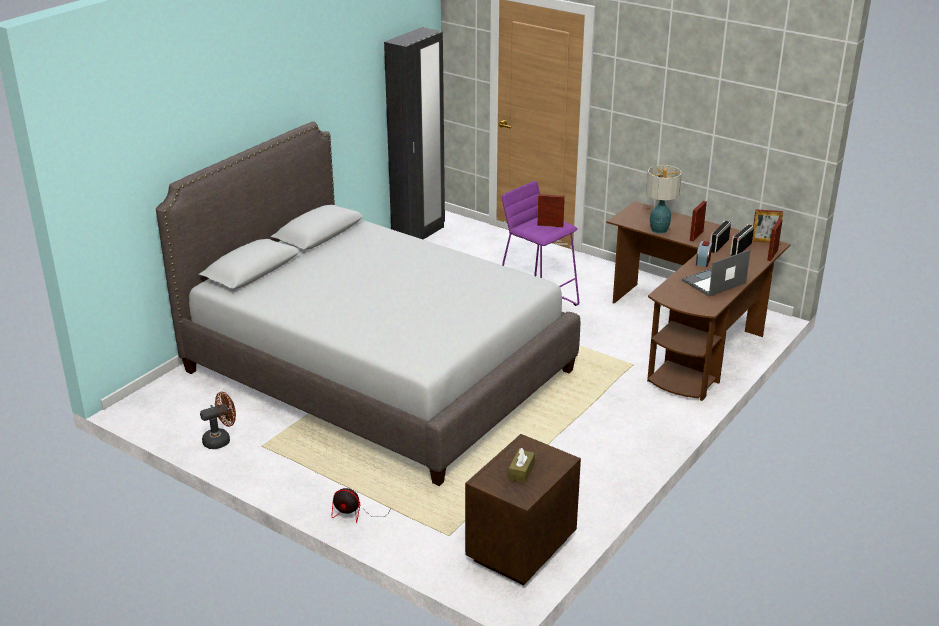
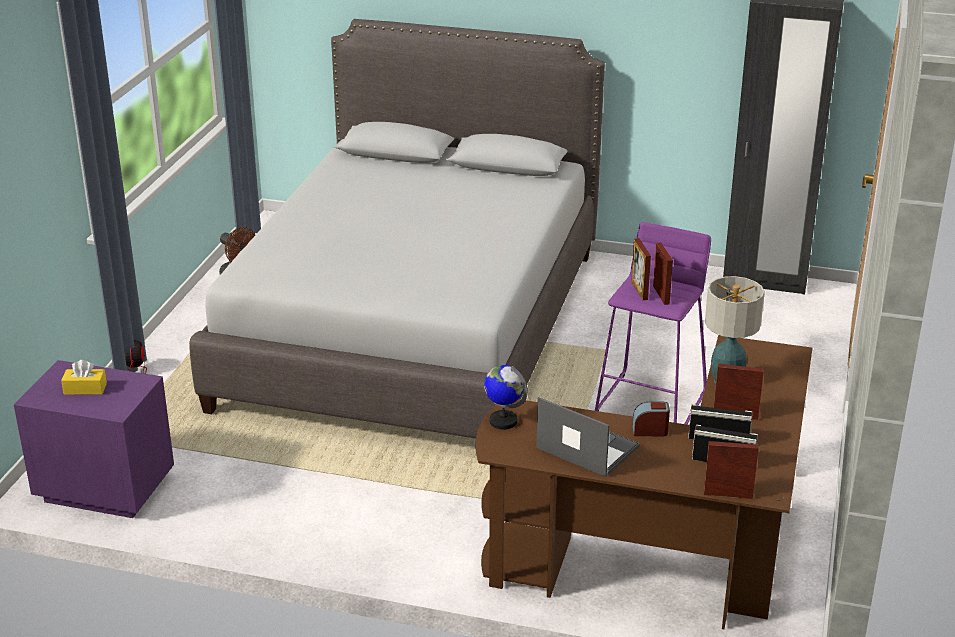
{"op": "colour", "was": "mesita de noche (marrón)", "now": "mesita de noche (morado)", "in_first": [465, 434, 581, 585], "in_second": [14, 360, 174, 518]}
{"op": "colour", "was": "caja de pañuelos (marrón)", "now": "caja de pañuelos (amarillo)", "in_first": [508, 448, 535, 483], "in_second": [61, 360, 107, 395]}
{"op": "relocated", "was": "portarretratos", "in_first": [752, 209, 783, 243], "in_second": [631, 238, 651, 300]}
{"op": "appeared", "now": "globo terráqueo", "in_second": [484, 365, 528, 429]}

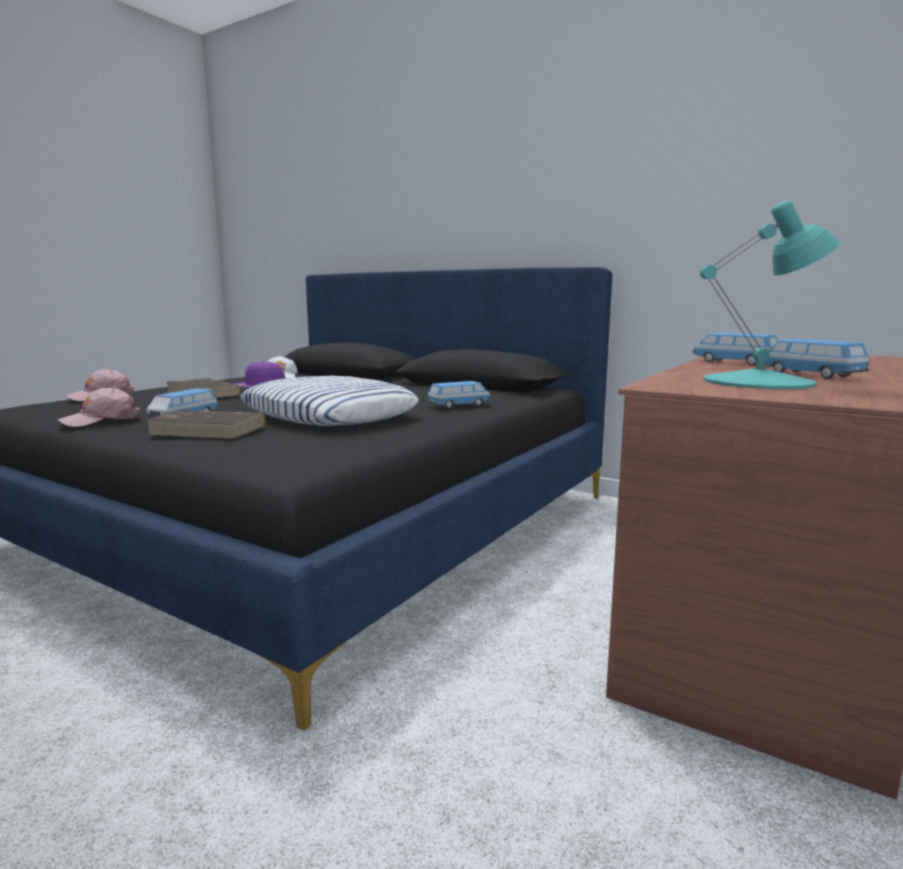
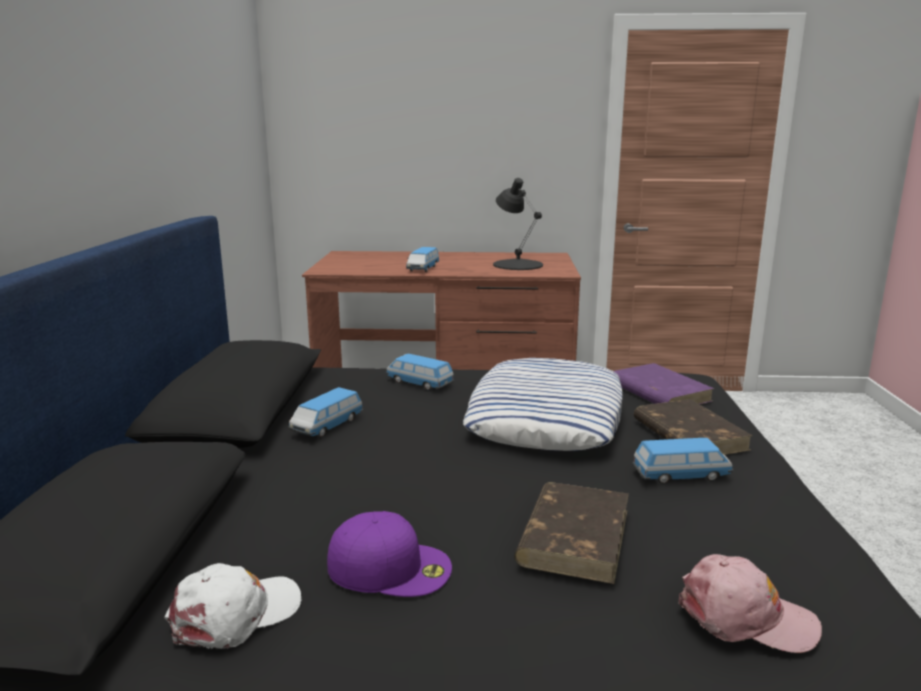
{"op": "missing", "was": "gorra (rosa)", "in_first": [58, 387, 140, 427]}
{"op": "colour", "was": "lámpara de mesa (turquesa)", "now": "lámpara de mesa (negro)", "in_first": [700, 200, 841, 389], "in_second": [493, 178, 543, 270]}
{"op": "relocated", "was": "coche de juguete", "in_first": [764, 339, 869, 379], "in_second": [288, 387, 363, 437]}
{"op": "appeared", "now": "libro (morado)", "in_second": [614, 363, 714, 404]}

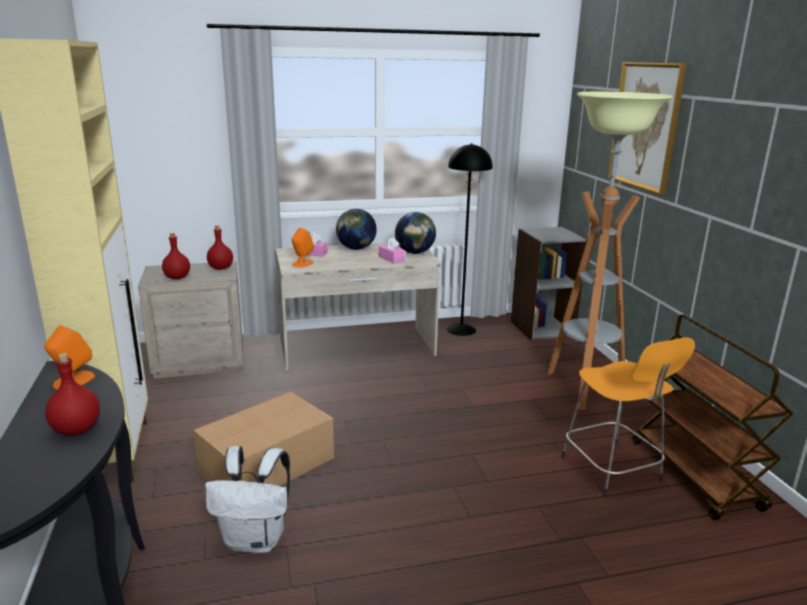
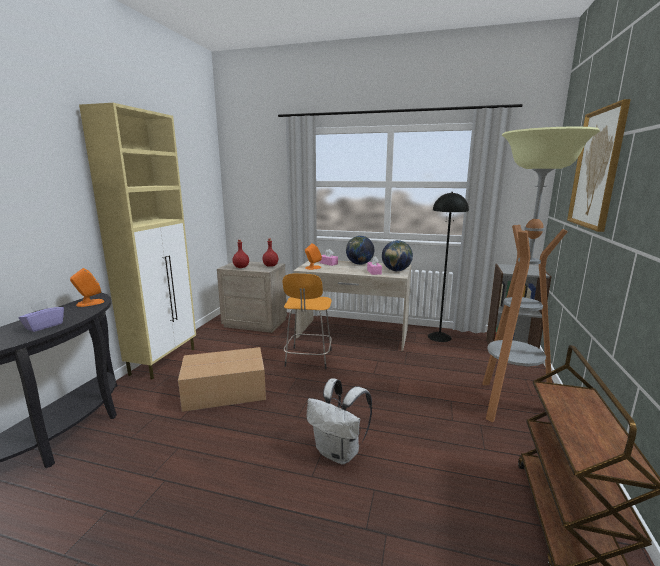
{"op": "exchanged", "was": "botella (rojo)", "now": "caja de pañuelos (morado)", "in_first": [45, 353, 100, 435], "in_second": [19, 300, 64, 332]}
{"op": "relocated", "was": "mochila (blanco)", "in_first": [205, 446, 290, 553], "in_second": [306, 378, 372, 465]}
{"op": "relocated", "was": "taburete (naranja)", "in_first": [561, 337, 695, 498], "in_second": [283, 273, 332, 369]}

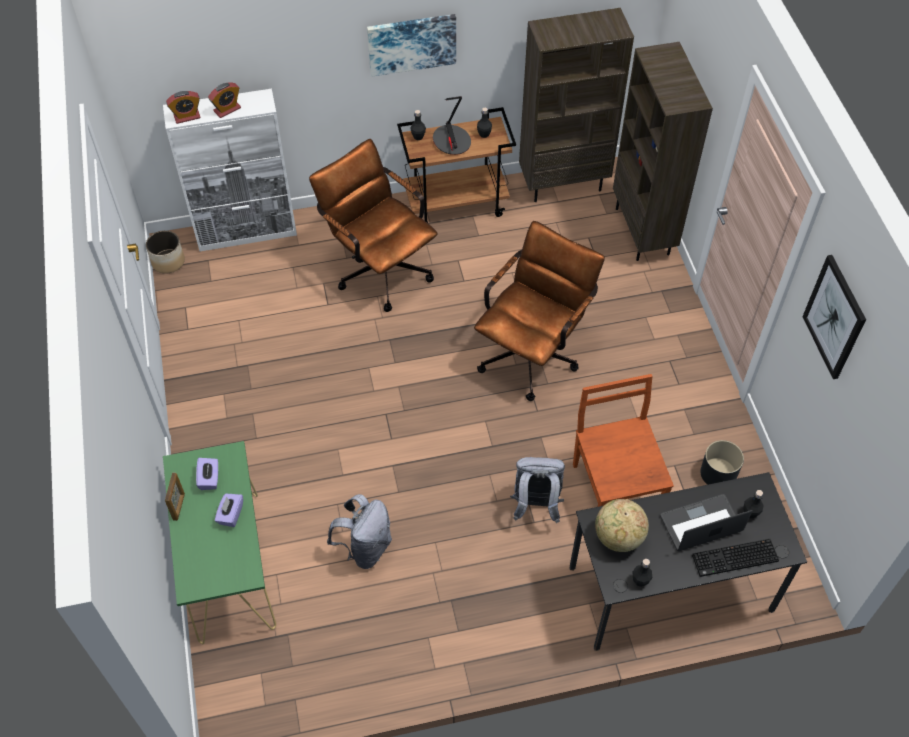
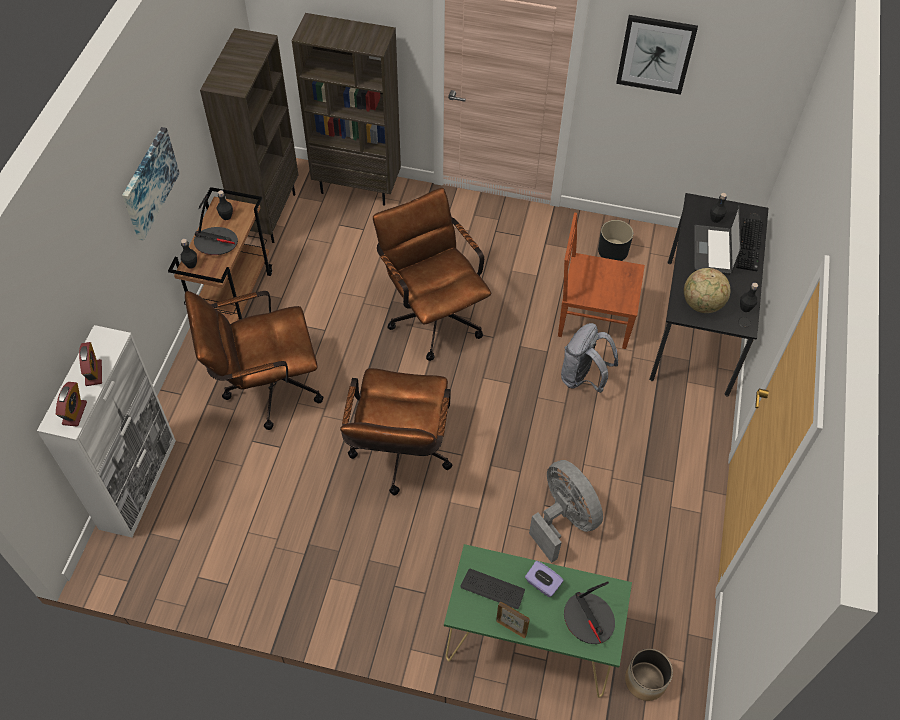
{"op": "relocated", "was": "maceta", "in_first": [146, 230, 185, 273], "in_second": [625, 649, 673, 701]}
{"op": "exchanged", "was": "caja de pañuelos (morado)", "now": "teclado", "in_first": [196, 458, 218, 490], "in_second": [460, 569, 525, 609]}
{"op": "exchanged", "was": "mochila (gris)", "now": "ventilador (gris)", "in_first": [327, 494, 392, 569], "in_second": [529, 460, 603, 563]}
{"op": "appeared", "now": "silla de oficina (marrón)", "in_second": [340, 368, 452, 495]}
{"op": "appeared", "now": "lámpara de mesa", "in_second": [564, 582, 615, 644]}

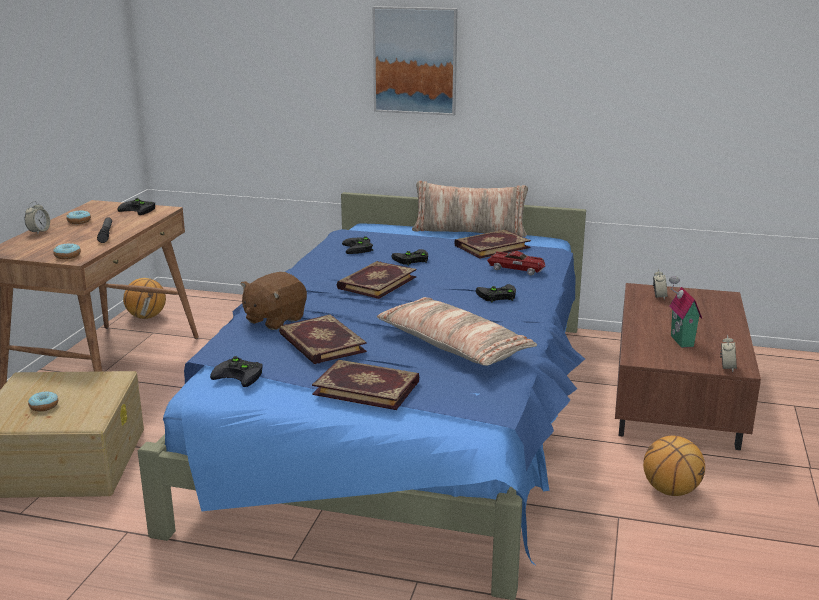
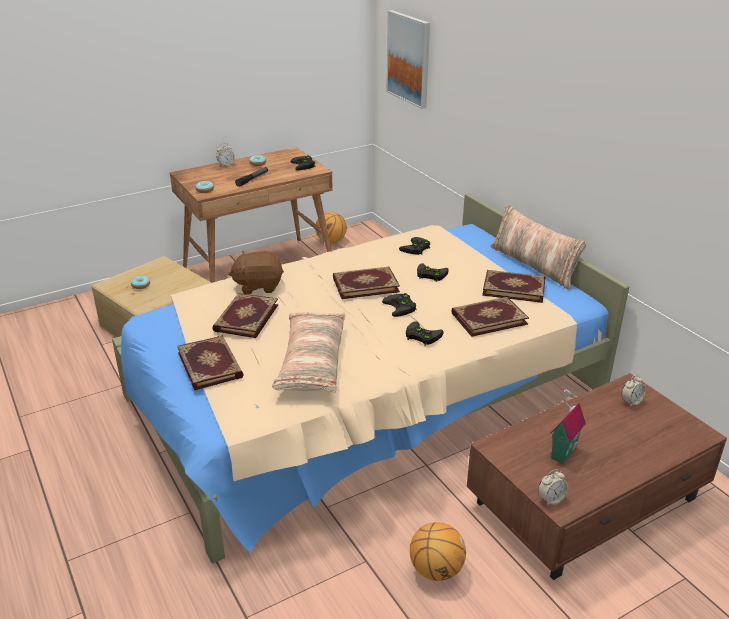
{"op": "colour", "was": "cama (azul)", "now": "cama (beis)", "in_first": [137, 192, 586, 600], "in_second": [112, 193, 629, 564]}
{"op": "relocated", "was": "mando de consola (negro)", "in_first": [210, 356, 263, 387], "in_second": [382, 293, 416, 317]}
{"op": "relocated", "was": "cuadro", "in_first": [373, 6, 458, 116], "in_second": [386, 10, 430, 109]}
{"op": "exchanged", "was": "coche de juguete", "now": "libro", "in_first": [487, 251, 546, 276], "in_second": [451, 297, 529, 337]}

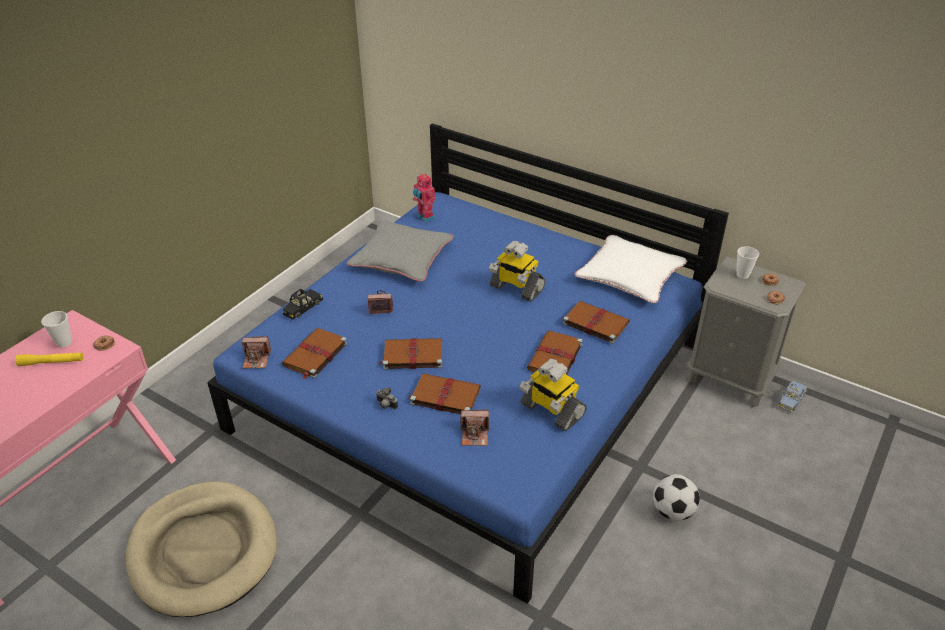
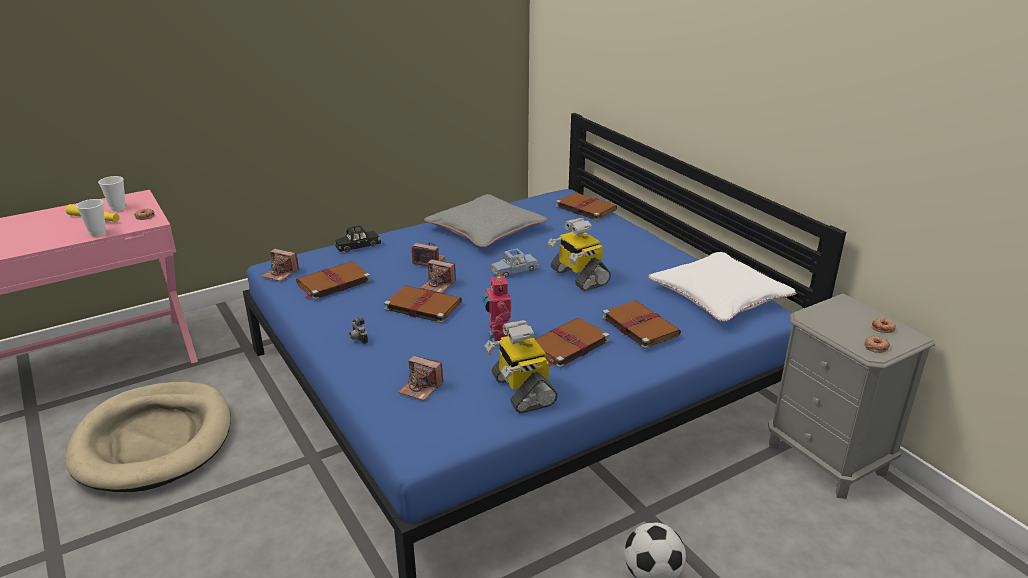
{"op": "relocated", "was": "libro (marrón)", "in_first": [408, 373, 481, 414], "in_second": [556, 193, 617, 221]}
{"op": "relocated", "was": "robot de juguete", "in_first": [413, 173, 436, 222], "in_second": [482, 273, 511, 346]}
{"op": "relocated", "was": "taza", "in_first": [736, 246, 759, 279], "in_second": [76, 199, 106, 237]}
{"op": "relocated", "was": "coche de juguete (azul)", "in_first": [778, 381, 807, 413], "in_second": [491, 248, 539, 278]}
{"op": "appeared", "now": "cámara", "in_second": [420, 259, 456, 293]}

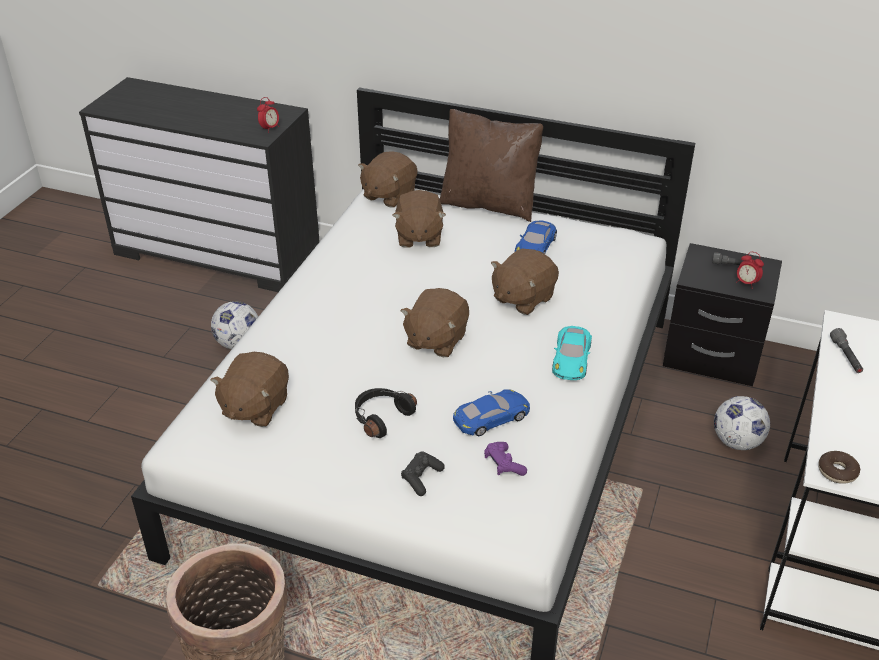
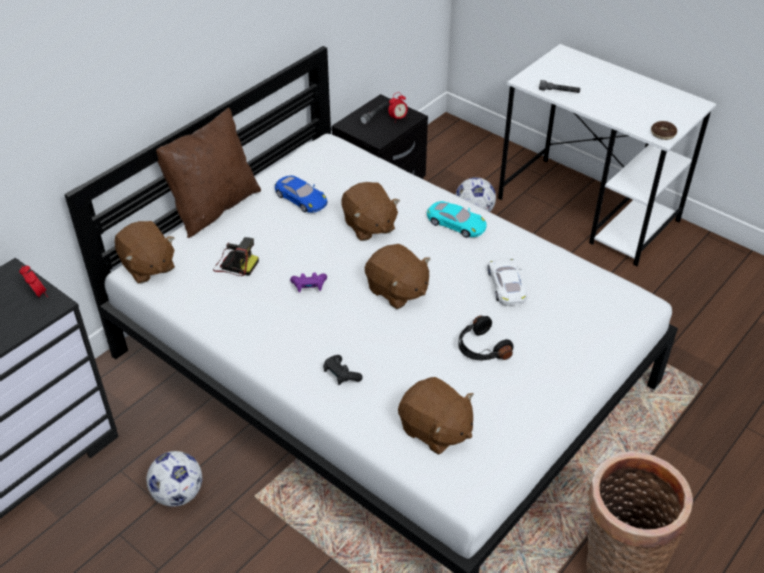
{"op": "exchanged", "was": "peluche (marrón)", "now": "cámara", "in_first": [392, 190, 446, 248], "in_second": [213, 237, 259, 276]}
{"op": "relocated", "was": "mando de consola (negro)", "in_first": [401, 451, 445, 496], "in_second": [323, 355, 363, 385]}
{"op": "colour", "was": "coche de juguete (azul)", "now": "coche de juguete (blanco)", "in_first": [453, 389, 530, 436], "in_second": [488, 258, 528, 306]}
{"op": "relocated", "was": "mando de consola (morado)", "in_first": [484, 442, 527, 476], "in_second": [290, 273, 327, 292]}

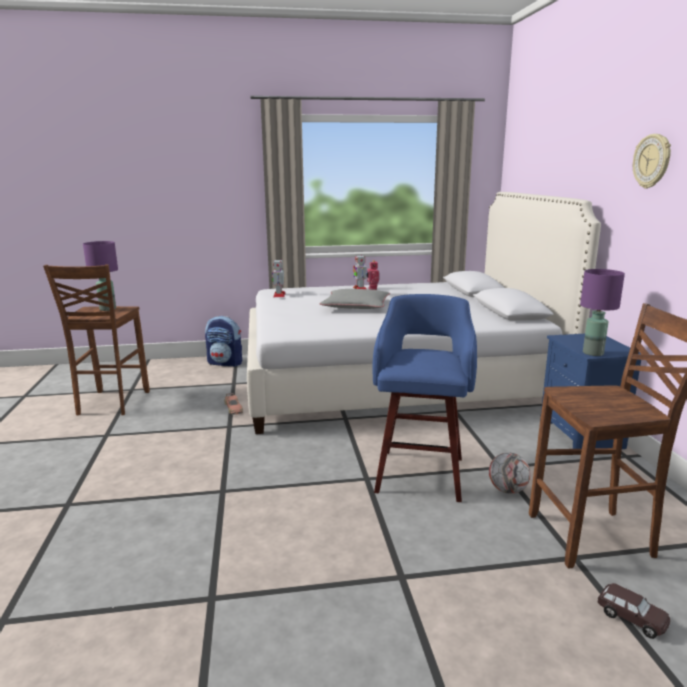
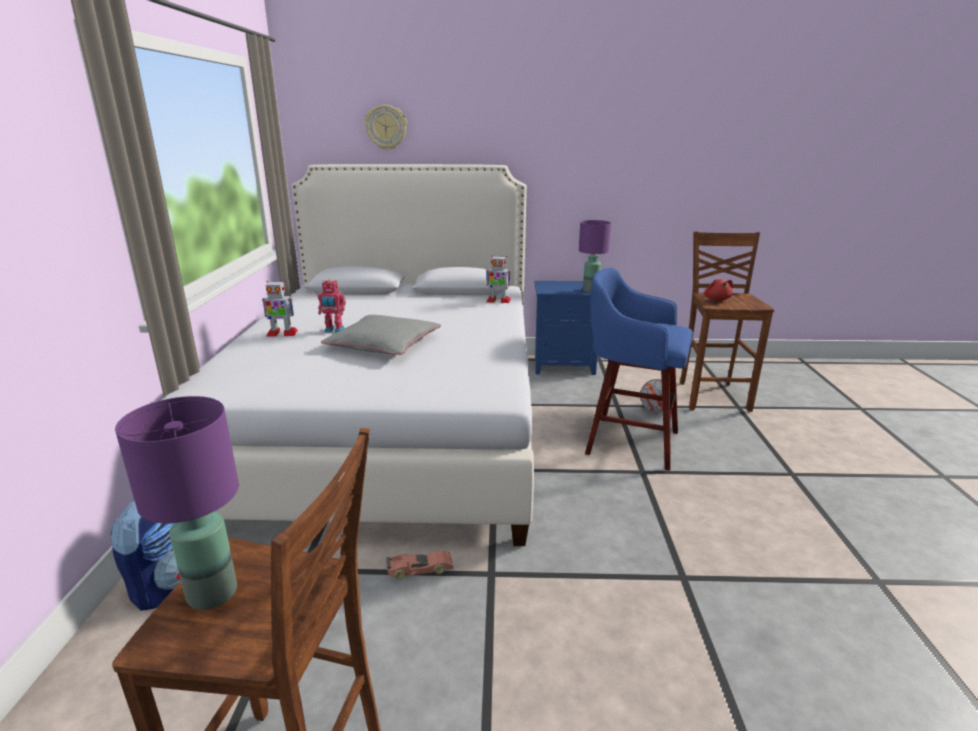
{"op": "relocated", "was": "robot de juguete", "in_first": [272, 259, 286, 297], "in_second": [486, 256, 511, 303]}
{"op": "missing", "was": "coche de juguete (marrón)", "in_first": [598, 583, 670, 639]}
{"op": "relocated", "was": "reloj de pared", "in_first": [633, 134, 671, 189], "in_second": [365, 105, 407, 150]}
{"op": "appeared", "now": "peluche (rojo)", "in_second": [704, 279, 733, 301]}

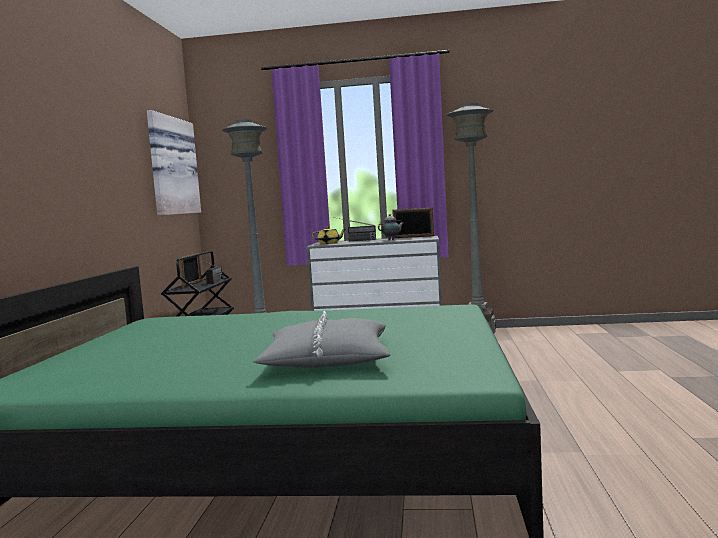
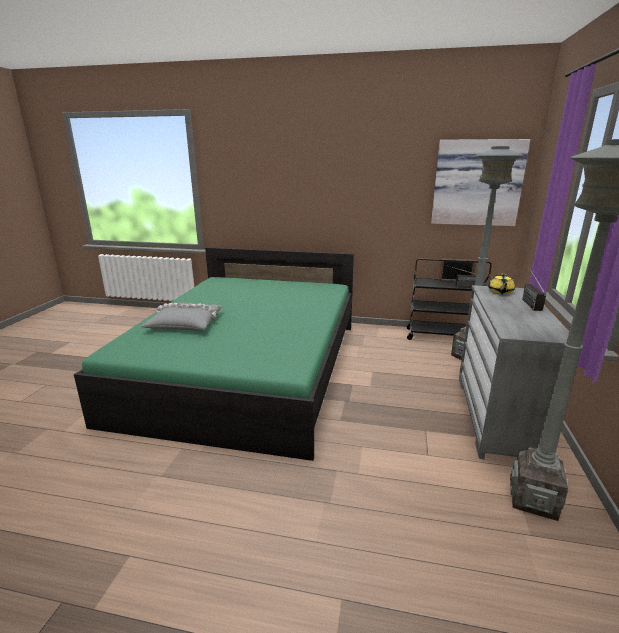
{"op": "missing", "was": "tetera", "in_first": [378, 214, 404, 240]}
{"op": "missing", "was": "portarretratos", "in_first": [392, 207, 434, 238]}

